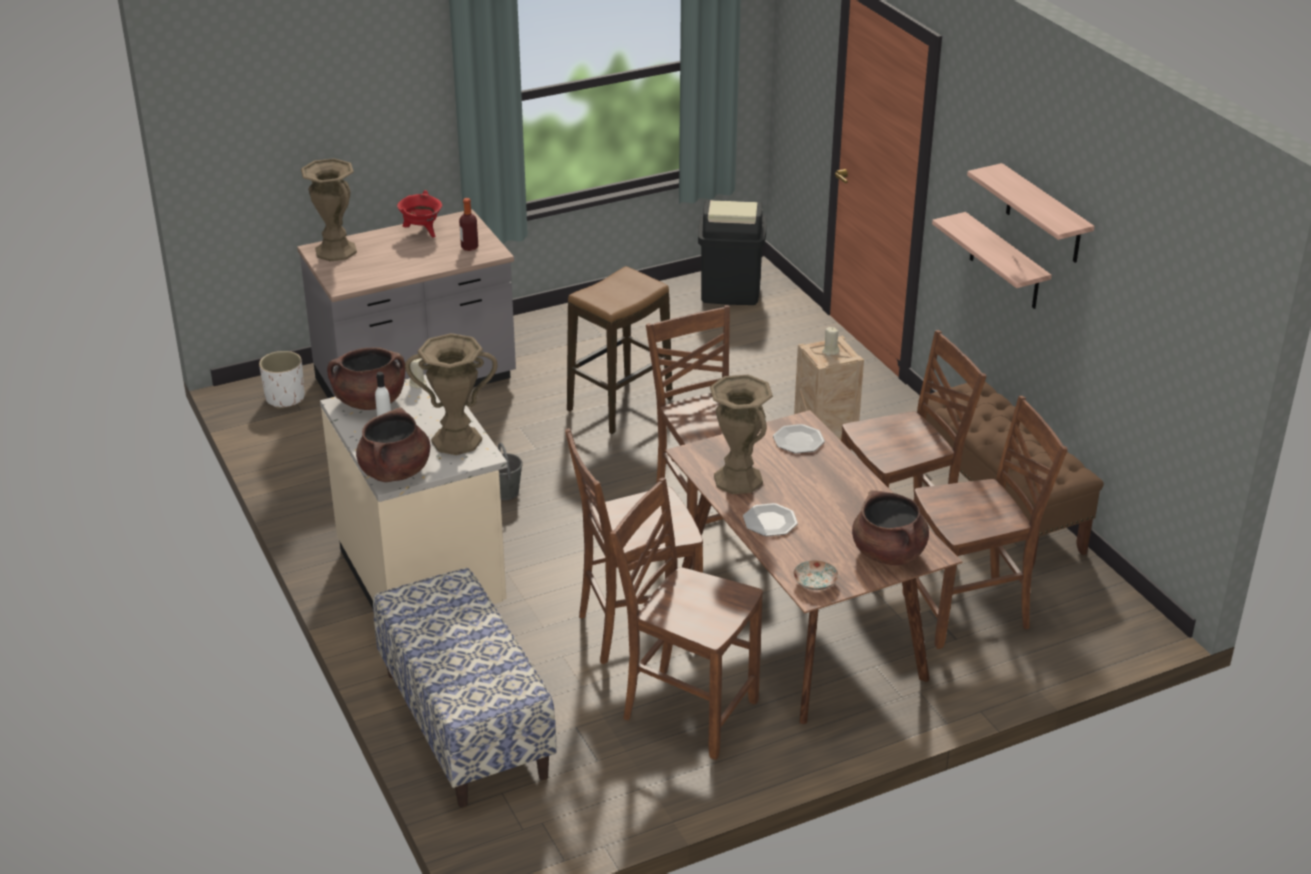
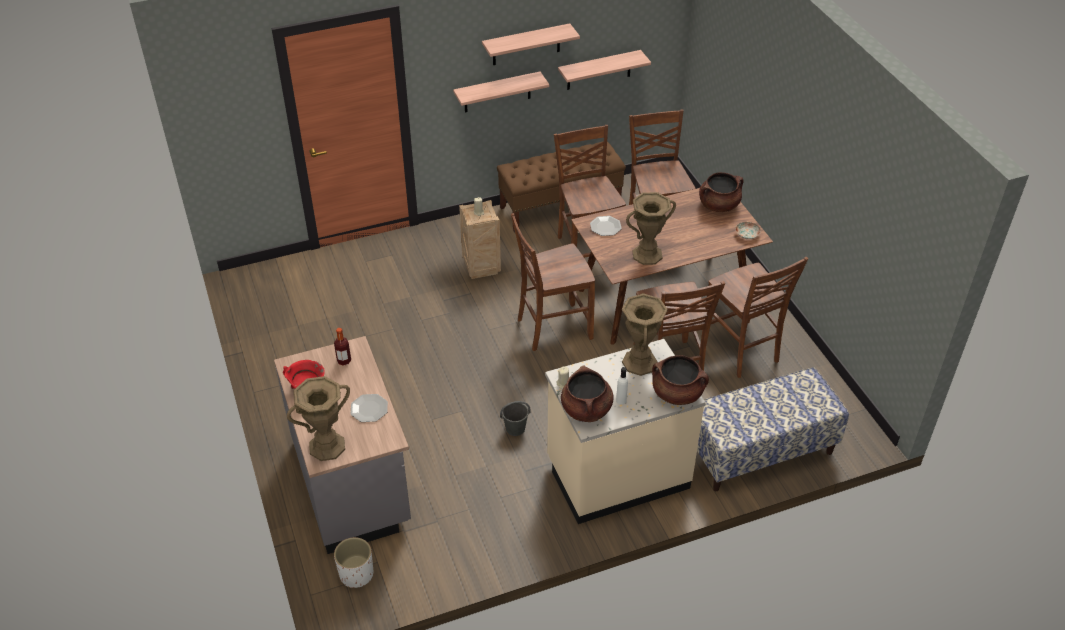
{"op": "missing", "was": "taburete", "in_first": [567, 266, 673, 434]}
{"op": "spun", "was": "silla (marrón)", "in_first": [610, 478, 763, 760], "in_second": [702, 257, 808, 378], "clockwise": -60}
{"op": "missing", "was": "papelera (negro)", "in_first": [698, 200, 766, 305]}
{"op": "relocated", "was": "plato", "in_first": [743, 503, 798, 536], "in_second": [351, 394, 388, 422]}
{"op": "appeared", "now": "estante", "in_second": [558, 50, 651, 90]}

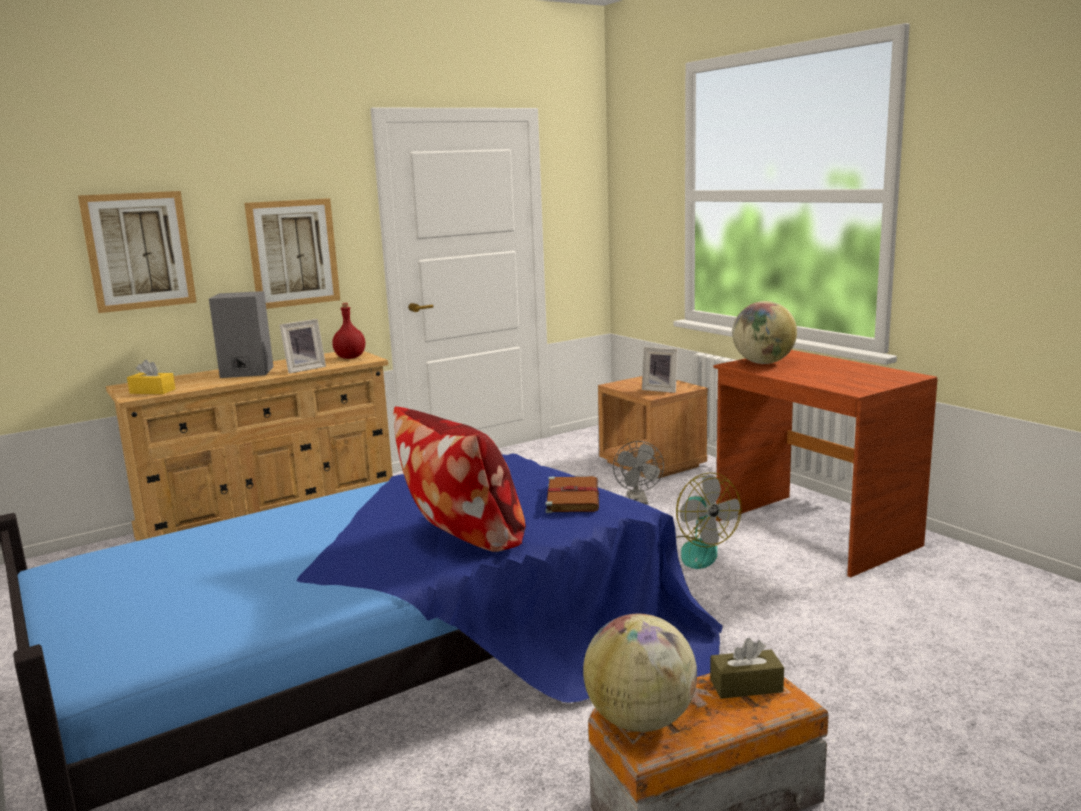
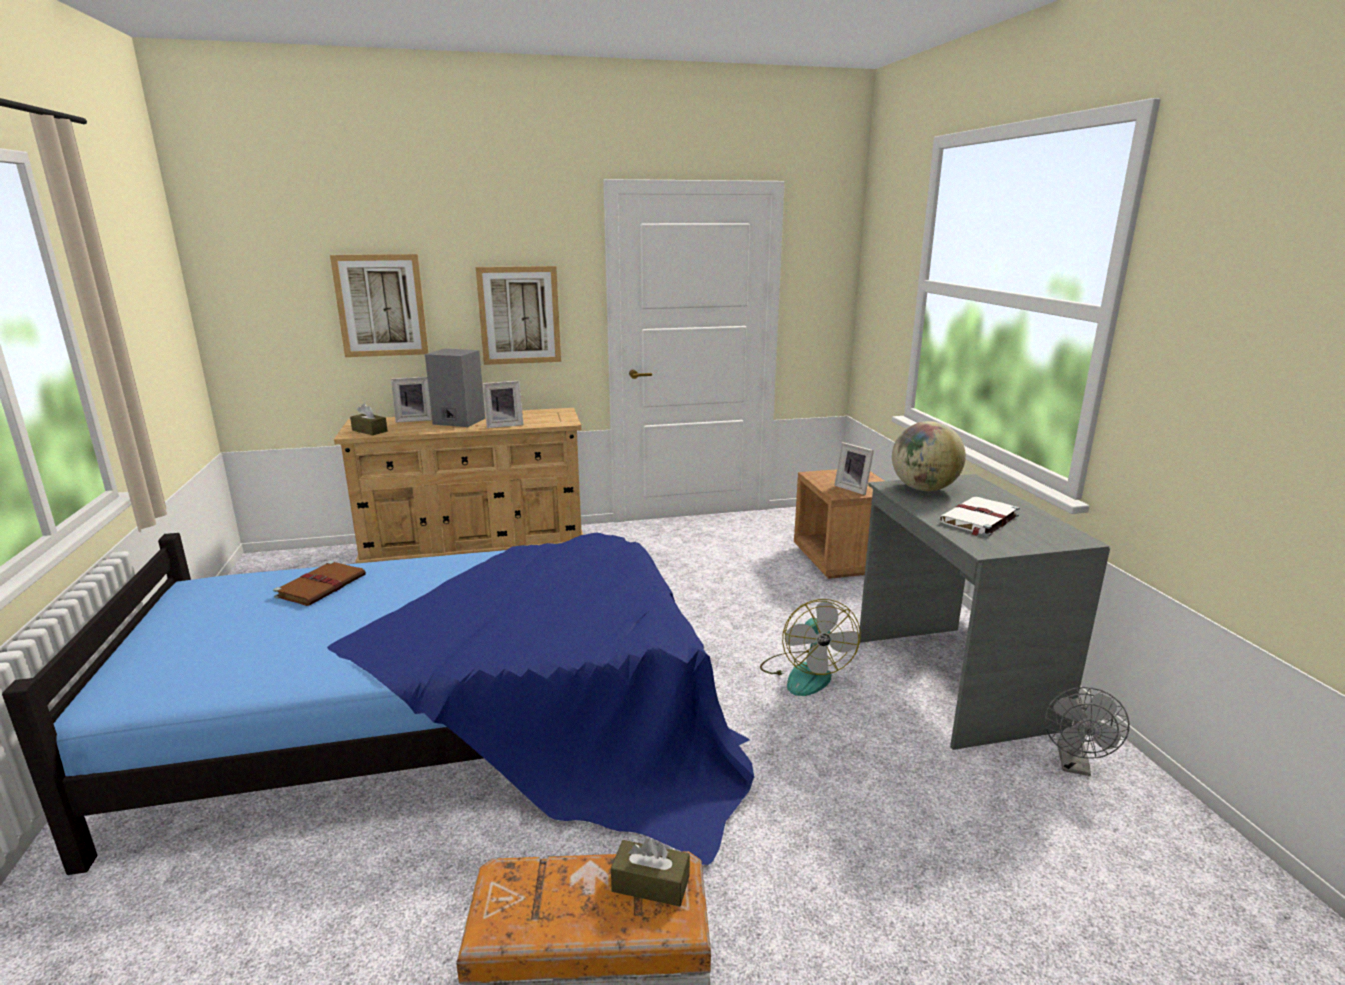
{"op": "colour", "was": "caja de pañuelos (amarillo)", "now": "caja de pañuelos (marrón)", "in_first": [127, 359, 175, 394], "in_second": [350, 403, 388, 435]}
{"op": "missing", "was": "botella (rojo)", "in_first": [332, 303, 365, 359]}
{"op": "missing", "was": "cojín", "in_first": [394, 407, 526, 552]}
{"op": "relocated", "was": "libro (marrón)", "in_first": [546, 476, 599, 513], "in_second": [273, 561, 366, 606]}
{"op": "missing", "was": "globo terráqueo", "in_first": [583, 614, 697, 732]}
{"op": "relocated", "was": "ventilador (gris)", "in_first": [613, 441, 664, 504], "in_second": [1045, 687, 1129, 776]}
{"op": "colour", "was": "escritorio (marrón)", "now": "escritorio (gris)", "in_first": [713, 350, 938, 578], "in_second": [859, 474, 1110, 750]}
{"op": "appeared", "now": "portarretratos", "in_second": [391, 377, 432, 423]}
{"op": "appeared", "now": "libro (blanco)", "in_second": [939, 497, 1020, 536]}

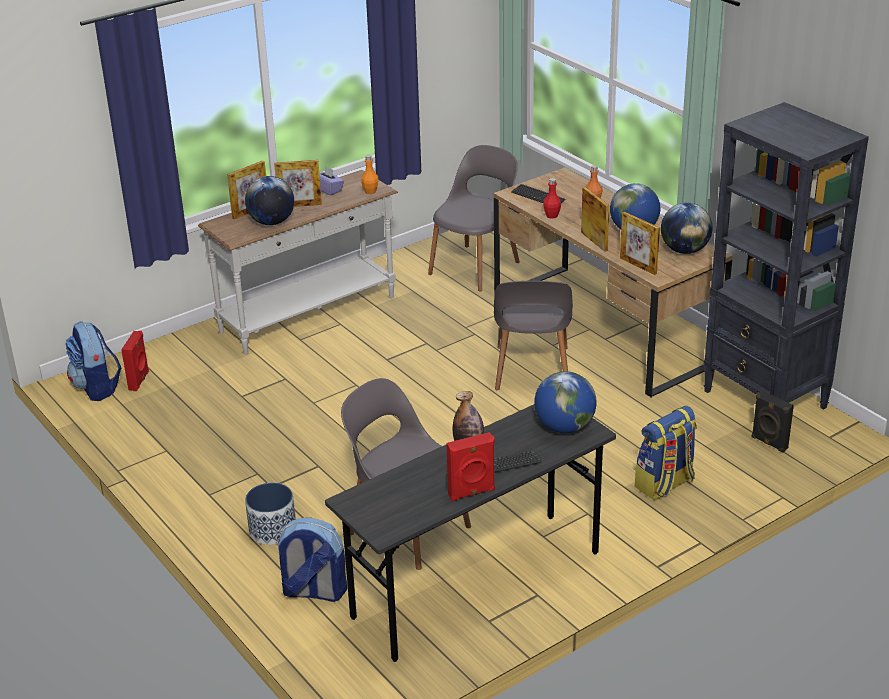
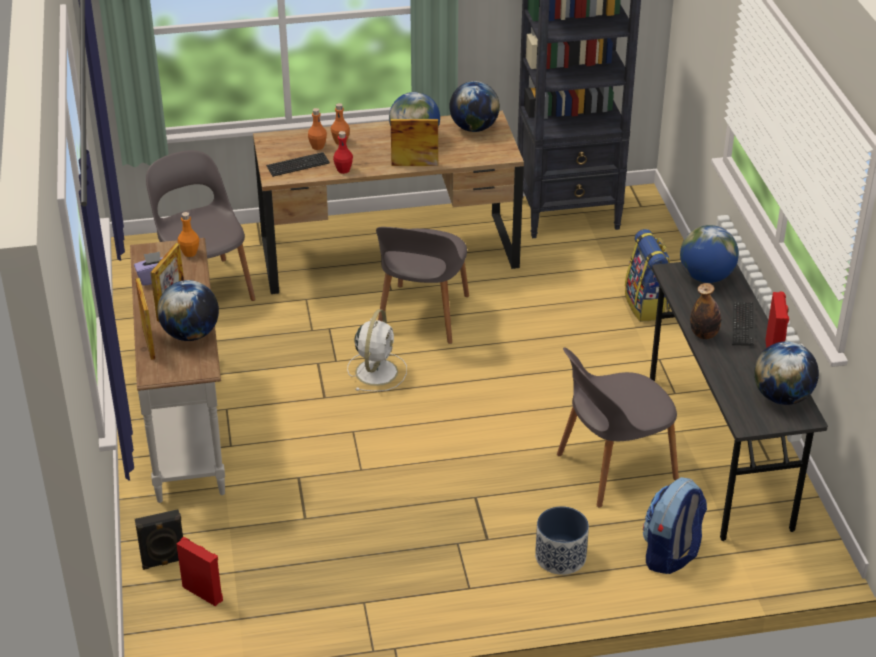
{"op": "missing", "was": "mochila", "in_first": [65, 321, 121, 401]}
{"op": "spun", "was": "silla (gris)", "in_first": [494, 281, 573, 390], "in_second": [376, 227, 469, 344], "clockwise": 75}
{"op": "missing", "was": "portarretratos", "in_first": [620, 212, 660, 275]}
{"op": "relocated", "was": "altavoz (negro)", "in_first": [752, 391, 794, 453], "in_second": [135, 509, 183, 570]}
{"op": "appeared", "now": "botella (naranja)", "in_second": [308, 108, 327, 150]}
{"op": "appeared", "now": "ventilador (blanco)", "in_second": [347, 309, 407, 392]}
{"op": "appeared", "now": "globo terráqueo", "in_second": [754, 341, 819, 405]}

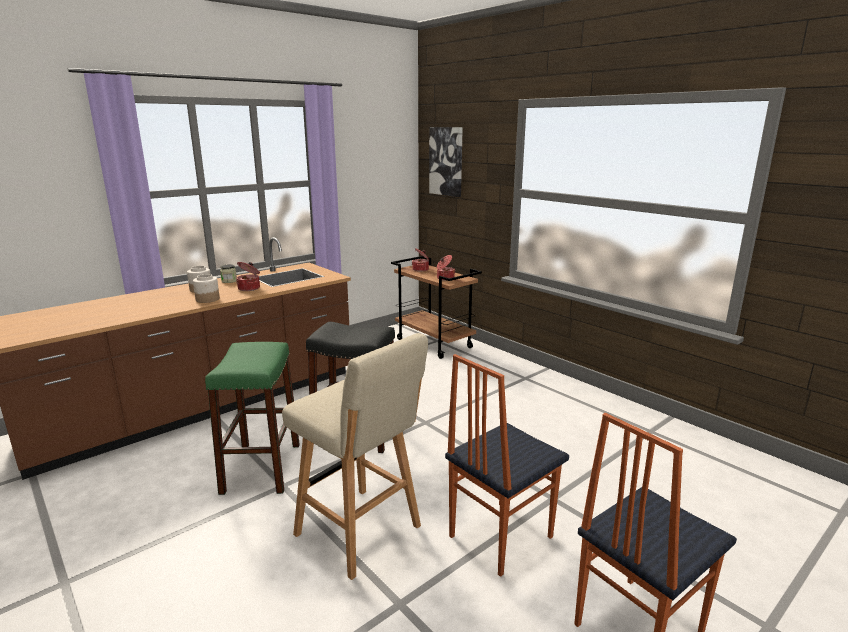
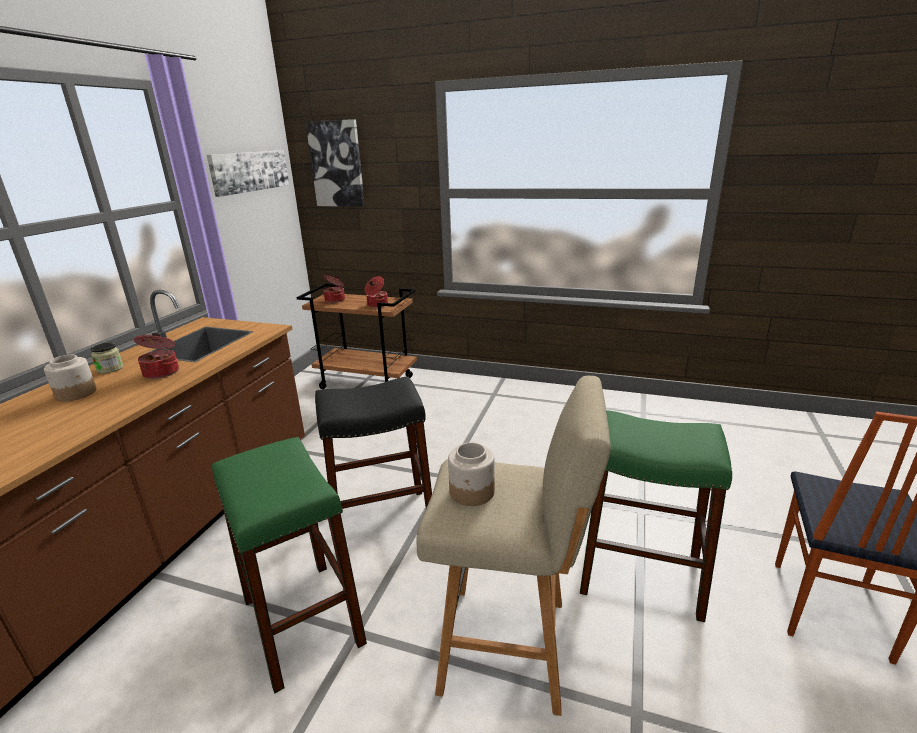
{"op": "relocated", "was": "tarro", "in_first": [193, 274, 220, 303], "in_second": [448, 442, 495, 506]}
{"op": "exchanged", "was": "silla", "now": "taburete (verde)", "in_first": [445, 354, 569, 577], "in_second": [580, 410, 732, 622]}
{"op": "appeared", "now": "cuadro", "in_second": [207, 150, 289, 197]}

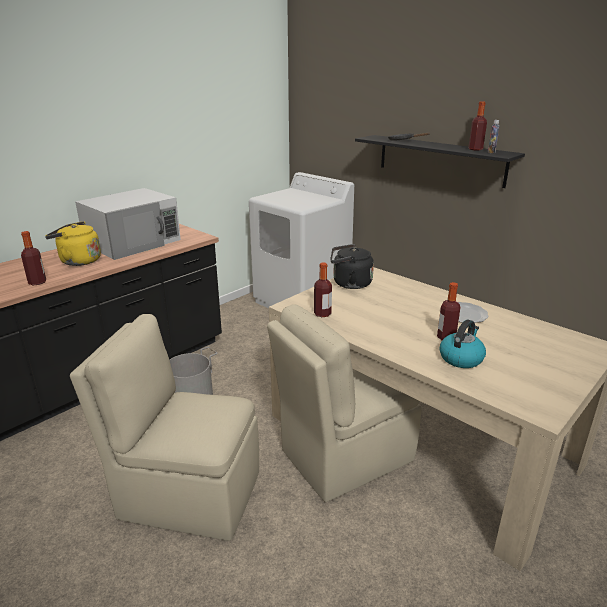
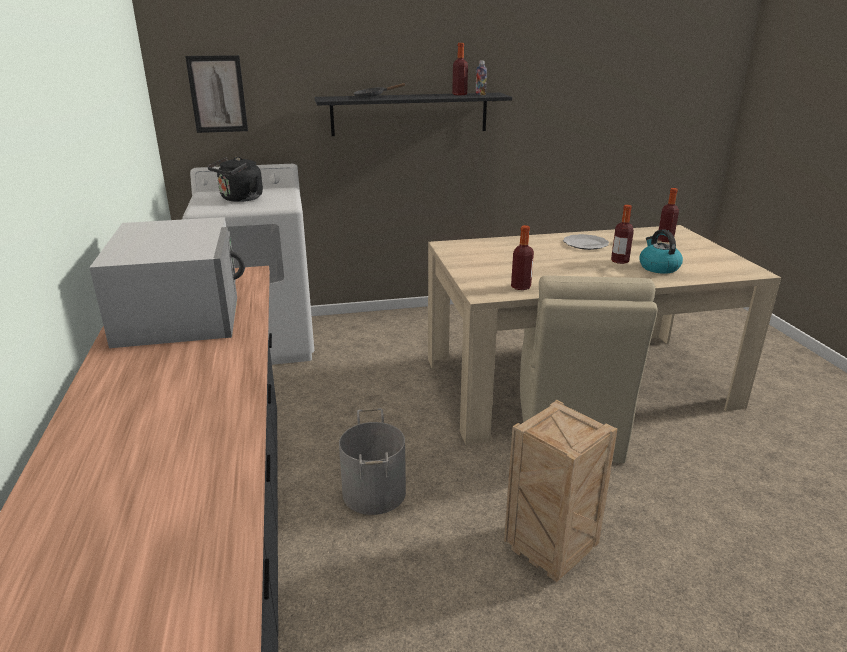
{"op": "relocated", "was": "botella", "in_first": [21, 231, 46, 285], "in_second": [658, 188, 679, 242]}
{"op": "missing", "was": "hervidor (amarillo)", "in_first": [45, 221, 101, 266]}
{"op": "exchanged", "was": "silla (beis)", "now": "caja de embalaje", "in_first": [70, 314, 259, 541], "in_second": [504, 400, 618, 582]}
{"op": "relocated", "was": "hervidor (negro)", "in_first": [330, 244, 374, 289], "in_second": [207, 157, 263, 202]}
{"op": "appeared", "now": "cuadro", "in_second": [185, 55, 248, 133]}

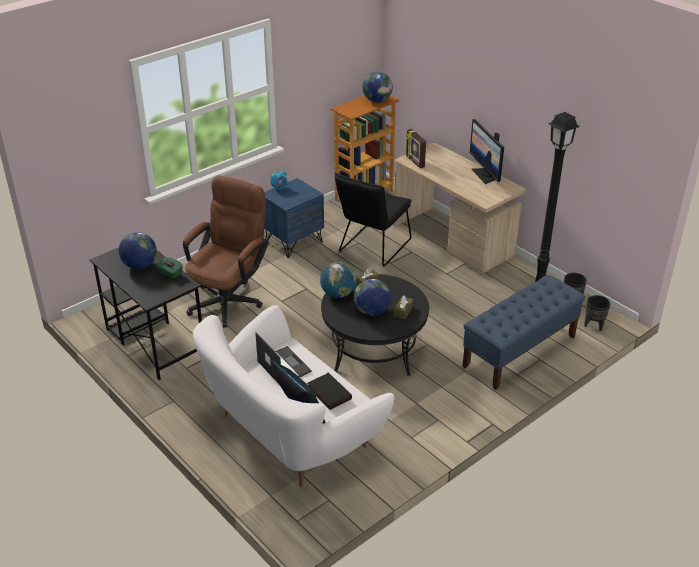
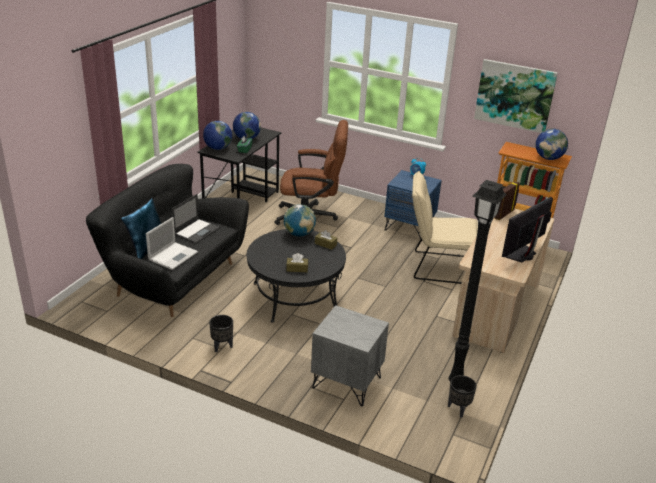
{"op": "colour", "was": "sofá (blanco)", "now": "sofá (negro)", "in_first": [193, 305, 394, 487], "in_second": [86, 164, 249, 317]}
{"op": "exchanged", "was": "libro (negro)", "now": "portátil", "in_first": [307, 373, 352, 410], "in_second": [146, 217, 198, 270]}
{"op": "colour", "was": "silla (negro)", "now": "silla (beis)", "in_first": [335, 172, 411, 266], "in_second": [412, 171, 478, 284]}
{"op": "relocated", "was": "globo terráqueo", "in_first": [354, 279, 391, 316], "in_second": [203, 121, 232, 150]}
{"op": "exchanged", "was": "banco (azul)", "now": "mesita de noche (gris)", "in_first": [462, 275, 585, 390], "in_second": [311, 305, 389, 406]}
{"op": "relocated", "was": "maceta (negro)", "in_first": [584, 295, 610, 331], "in_second": [209, 315, 233, 352]}
{"op": "appeared", "now": "cuadro", "in_second": [474, 59, 558, 133]}

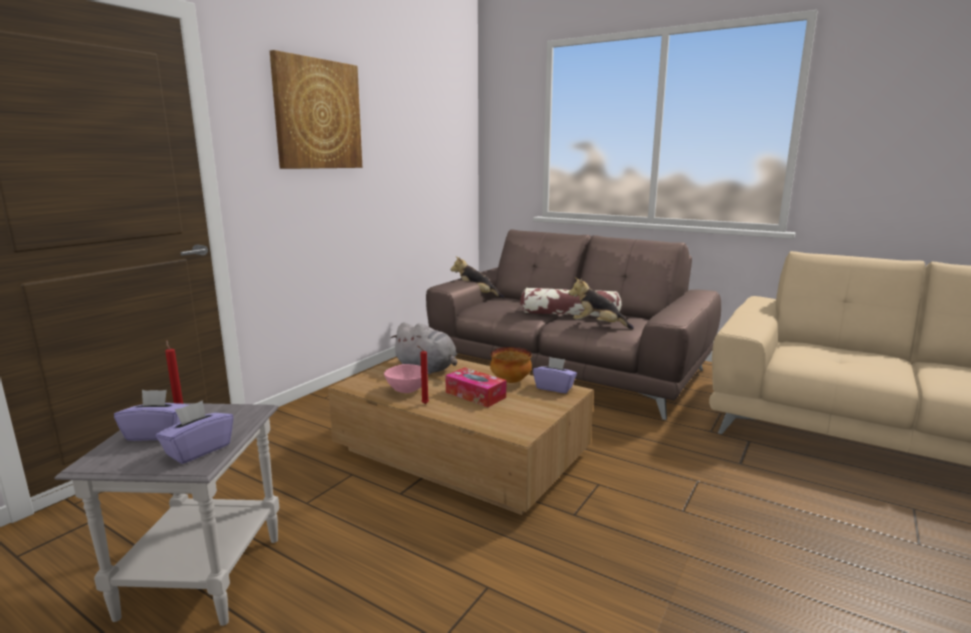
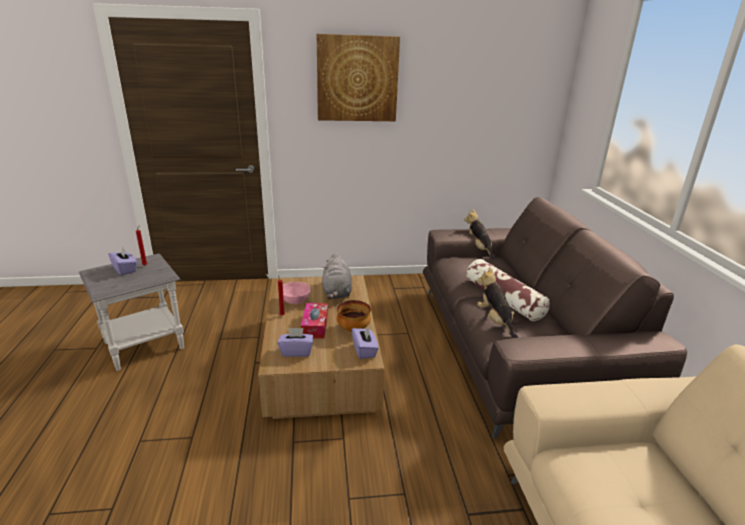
{"op": "relocated", "was": "caja de pañuelos (morado)", "in_first": [156, 400, 233, 464], "in_second": [278, 328, 313, 357]}

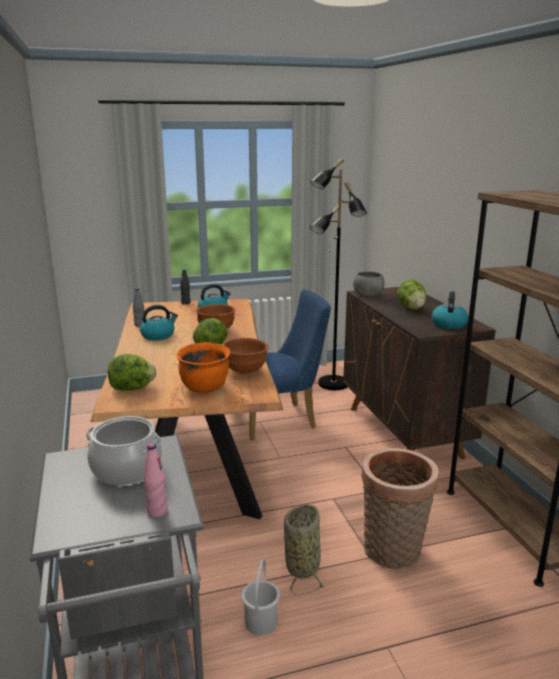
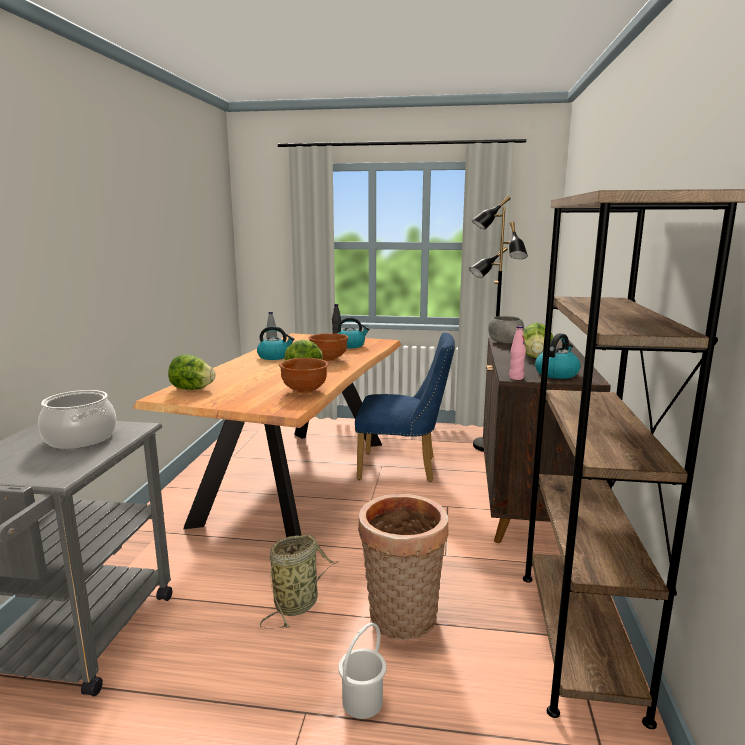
{"op": "relocated", "was": "botella (rosa)", "in_first": [143, 443, 168, 517], "in_second": [509, 326, 526, 380]}
{"op": "missing", "was": "olla (naranja)", "in_first": [177, 342, 230, 393]}
{"op": "relocated", "was": "cubo (blanco)", "in_first": [241, 559, 280, 635], "in_second": [338, 623, 386, 719]}

